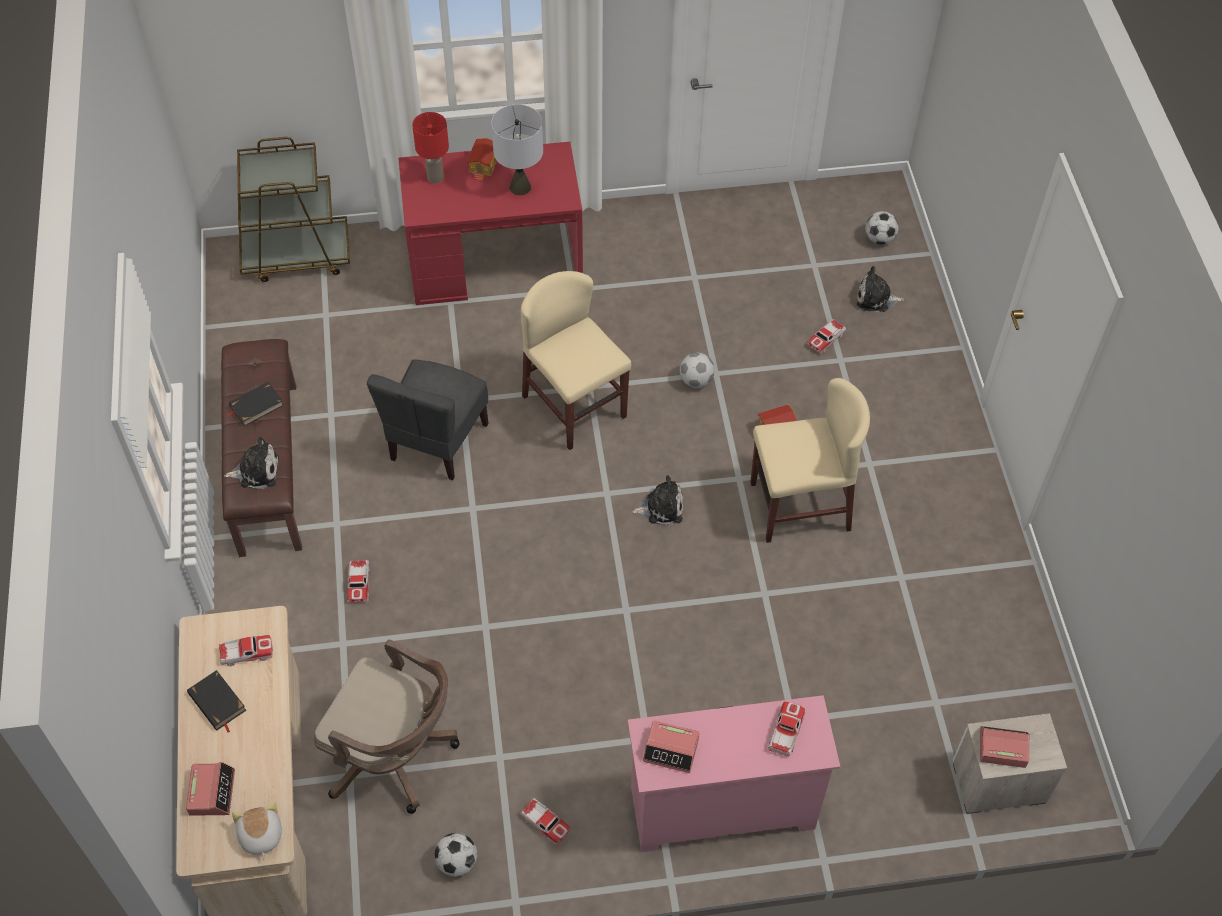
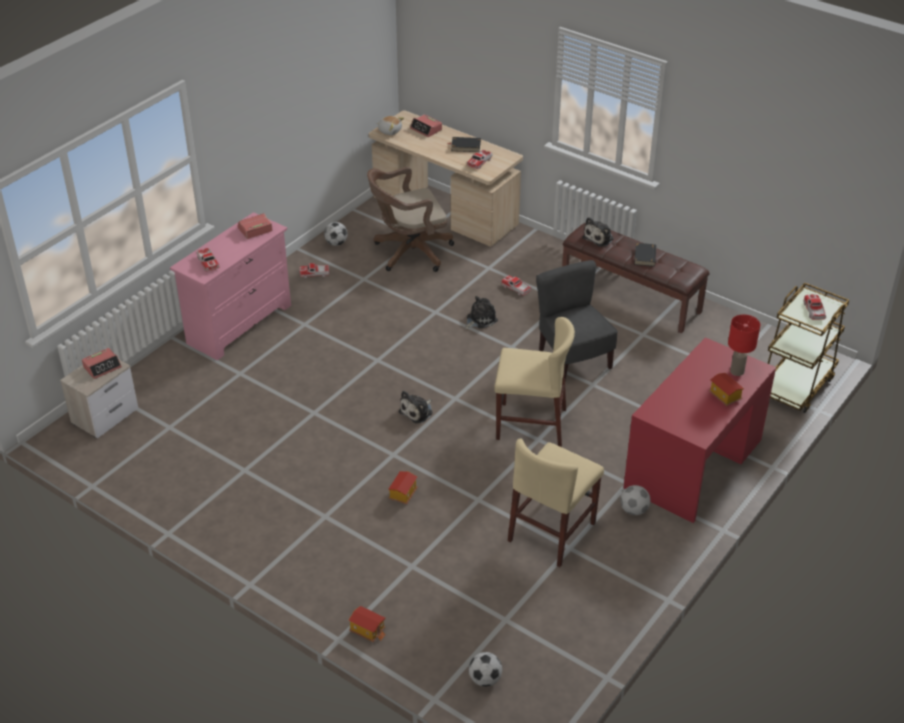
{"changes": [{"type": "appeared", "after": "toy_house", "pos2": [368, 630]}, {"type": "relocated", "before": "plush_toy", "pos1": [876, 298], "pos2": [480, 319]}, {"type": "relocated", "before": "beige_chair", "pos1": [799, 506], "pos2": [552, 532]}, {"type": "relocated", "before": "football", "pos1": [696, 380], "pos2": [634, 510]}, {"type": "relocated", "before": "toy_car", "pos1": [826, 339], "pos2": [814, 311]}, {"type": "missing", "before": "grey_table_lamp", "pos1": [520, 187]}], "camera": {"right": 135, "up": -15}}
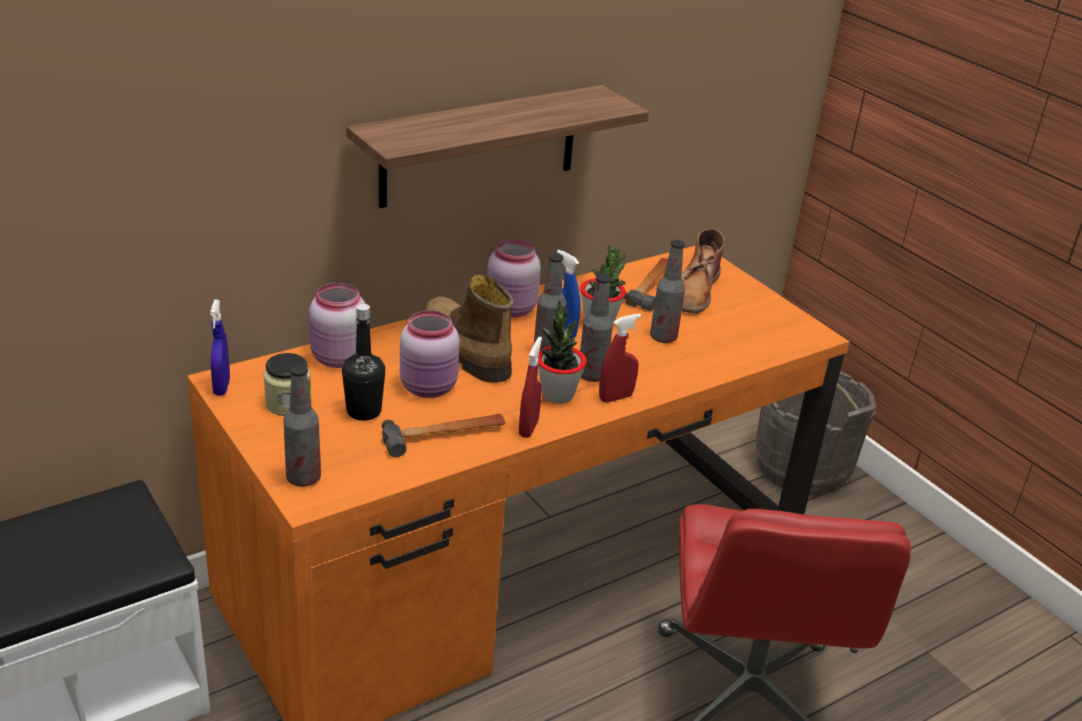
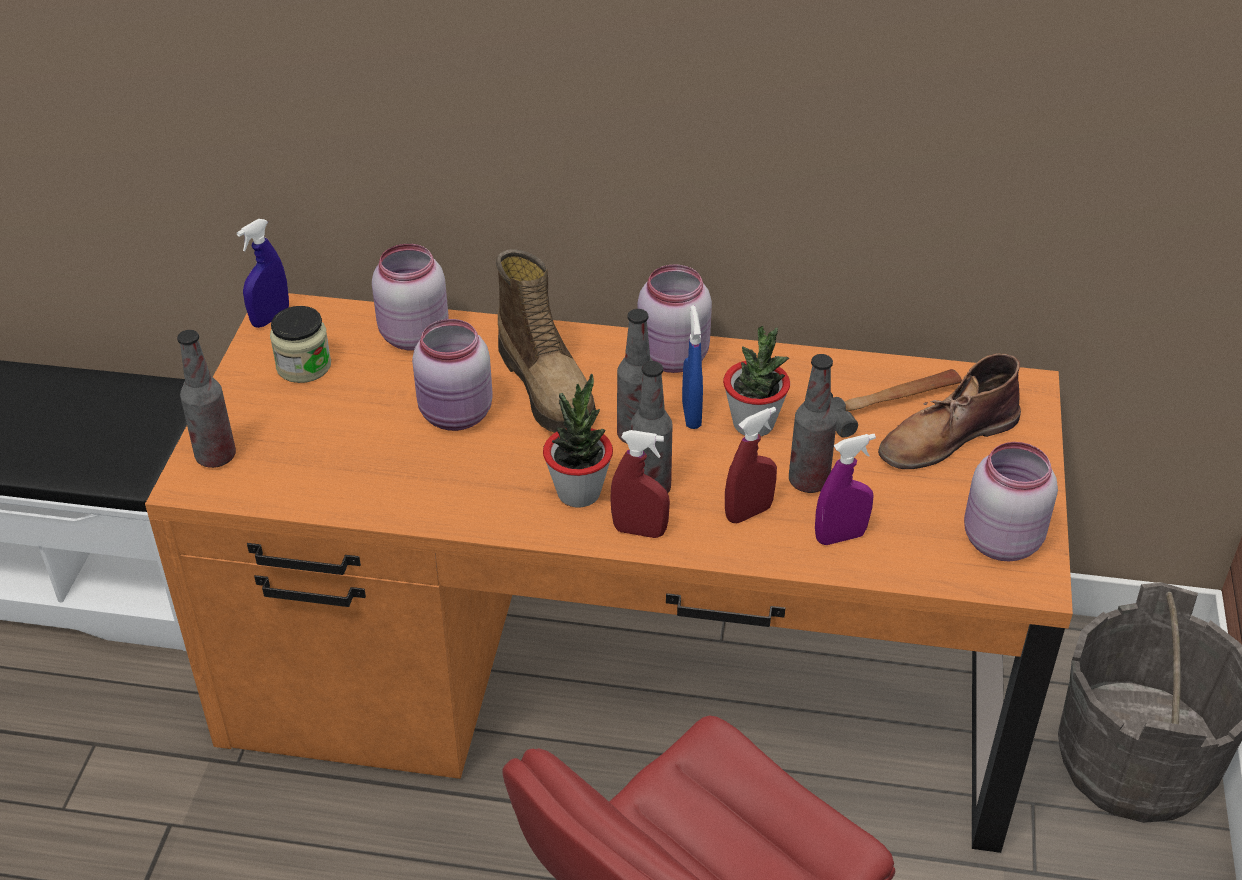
{"changes": [{"type": "spun", "before": "boot", "pos1": [462, 351], "pos2": [548, 387], "turn": 150}, {"type": "relocated", "before": "red_spray_bottle", "pos1": [528, 428], "pos2": [748, 513]}, {"type": "appeared", "after": "purple_spray_bottle", "pos2": [840, 537]}, {"type": "appeared", "after": "pink_jar", "pos2": [999, 540]}, {"type": "missing", "before": "black_bottle", "pos1": [364, 411]}, {"type": "missing", "before": "shelf", "pos1": [480, 146]}, {"type": "missing", "before": "hammer", "pos1": [444, 436]}], "camera": {"right": 45, "up": 10}}
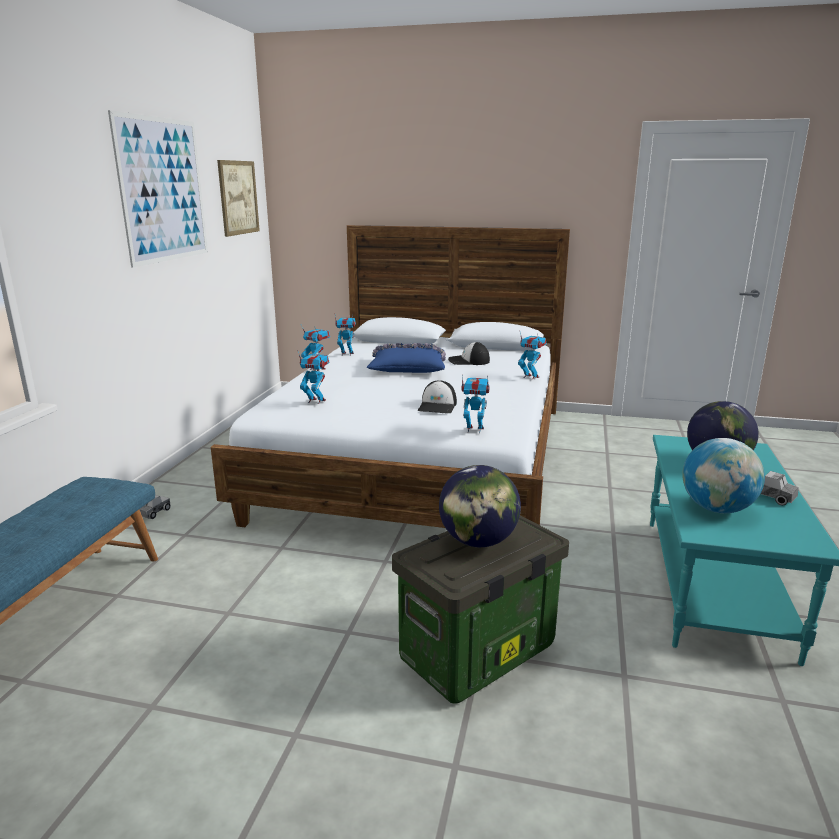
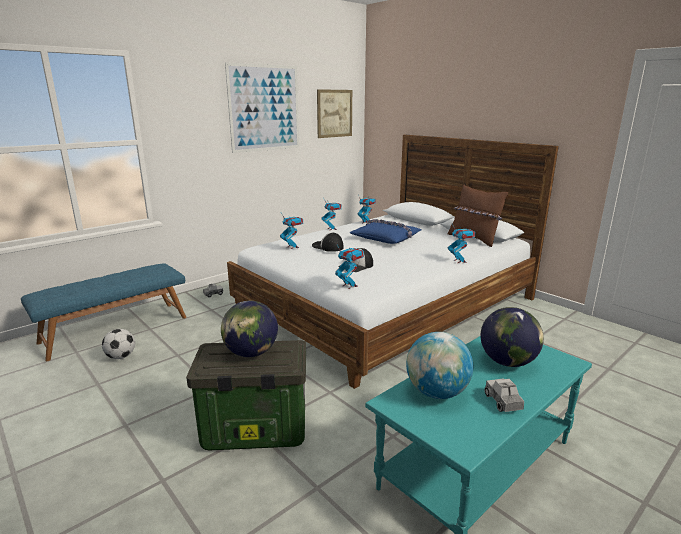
{"changes": [{"type": "appeared", "after": "football", "pos2": [121, 356]}, {"type": "relocated", "before": "cap", "pos1": [468, 361], "pos2": [327, 247]}, {"type": "appeared", "after": "brown_pillow", "pos2": [474, 239]}], "camera": {"right": 35, "up": 0}}
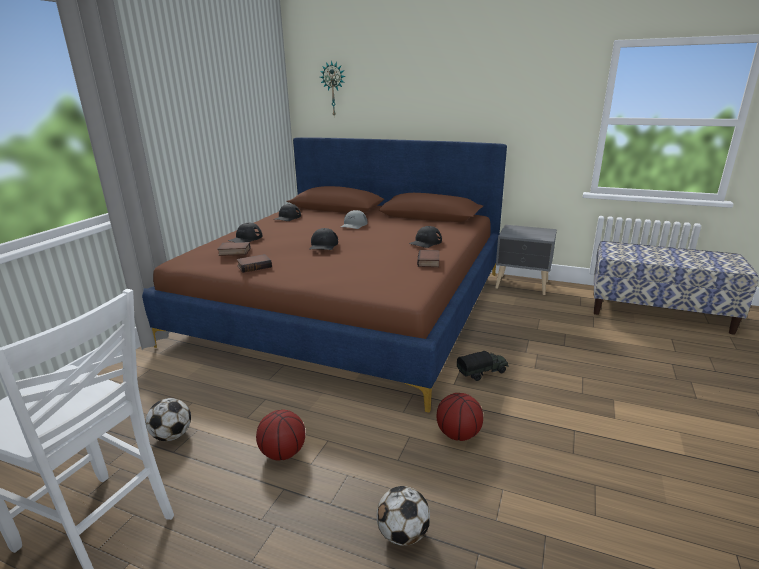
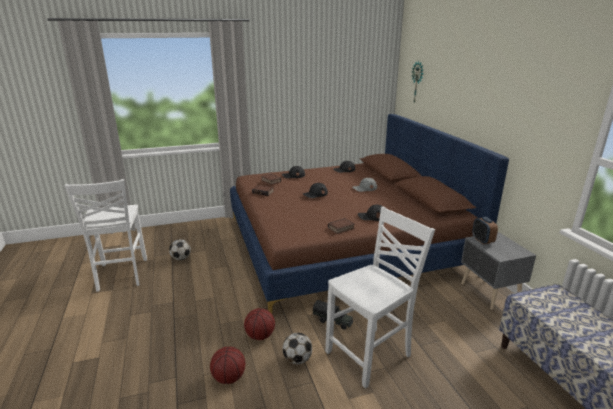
{"changes": [{"type": "relocated", "before": "basketball", "pos1": [283, 452], "pos2": [229, 377]}, {"type": "relocated", "before": "football", "pos1": [403, 534], "pos2": [297, 359]}, {"type": "appeared", "after": "white_chair", "pos2": [370, 355]}, {"type": "appeared", "after": "alarm_clock", "pos2": [482, 240]}], "camera": {"right": 50, "up": 0}}
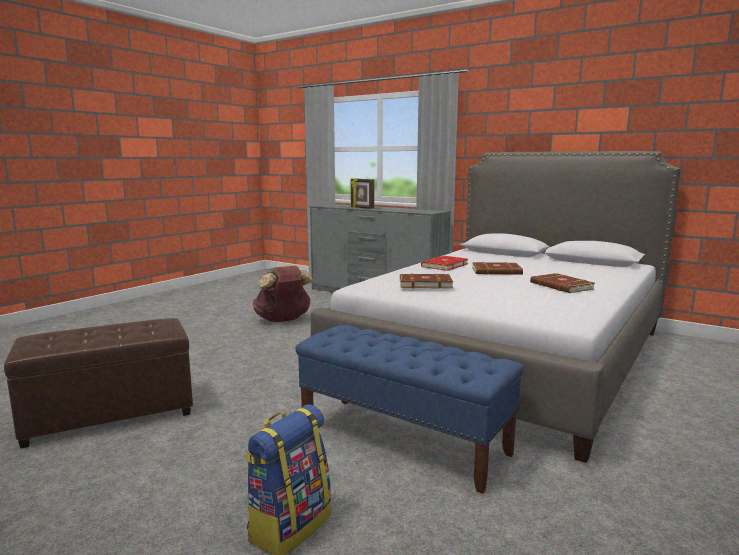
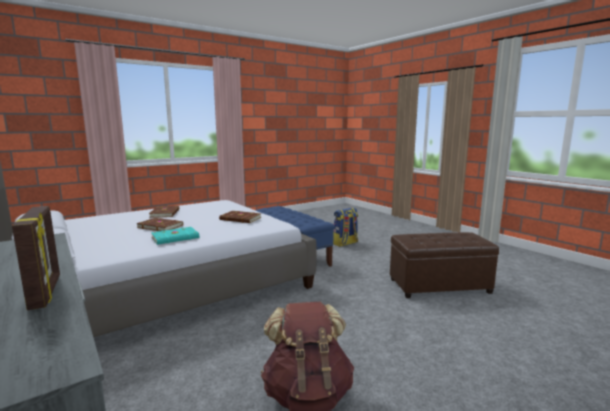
{"changes": [{"type": "colour", "before": "red_book", "after": "turquoise_book", "pos1": [444, 265], "pos2": [176, 238]}], "camera": {"right": -160, "up": 0}}
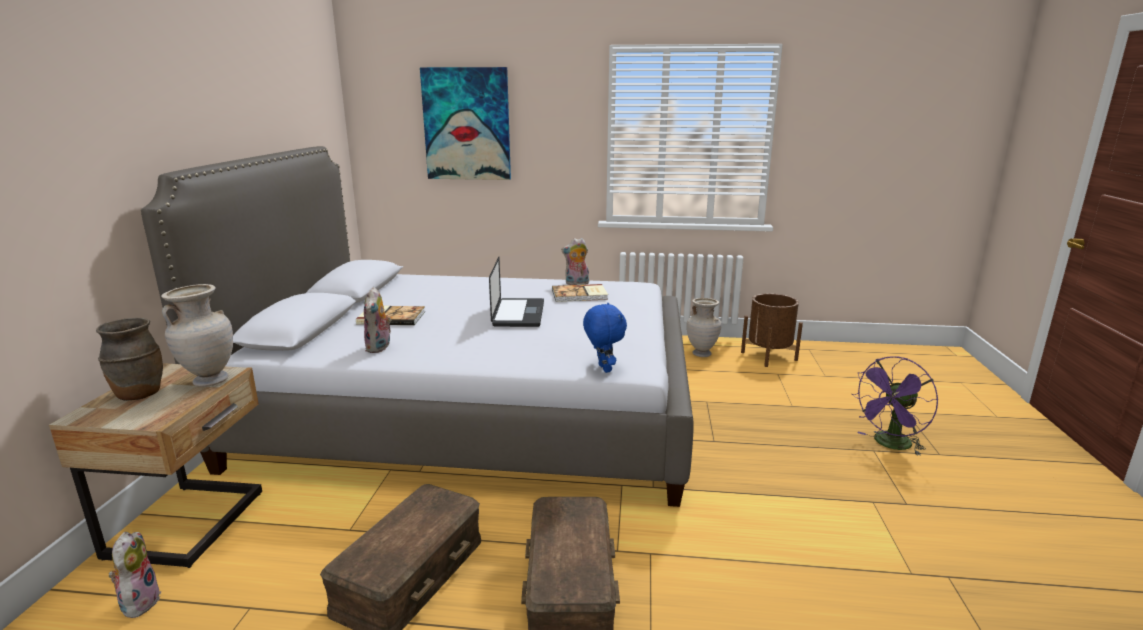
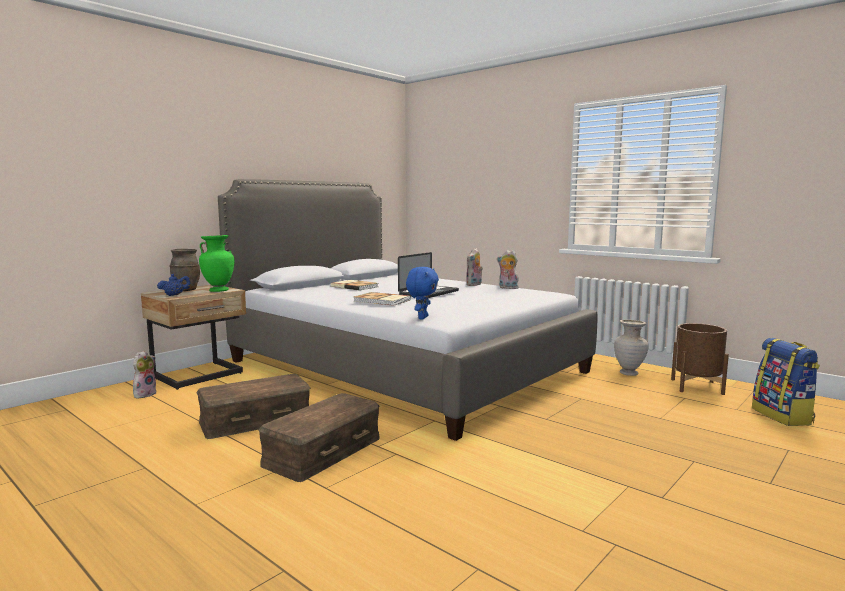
{"changes": [{"type": "appeared", "after": "blue_teapot", "pos2": [175, 295]}, {"type": "colour", "before": "beige_vase", "after": "green_vase", "pos1": [210, 381], "pos2": [219, 291]}, {"type": "relocated", "before": "book", "pos1": [580, 295], "pos2": [382, 301]}, {"type": "relocated", "before": "plush_toy", "pos1": [379, 348], "pos2": [474, 285]}, {"type": "appeared", "after": "backpack", "pos2": [783, 416]}, {"type": "missing", "before": "picture", "pos1": [467, 124]}, {"type": "missing", "before": "purple_fan", "pos1": [889, 445]}], "camera": {"right": 35, "up": -10}}
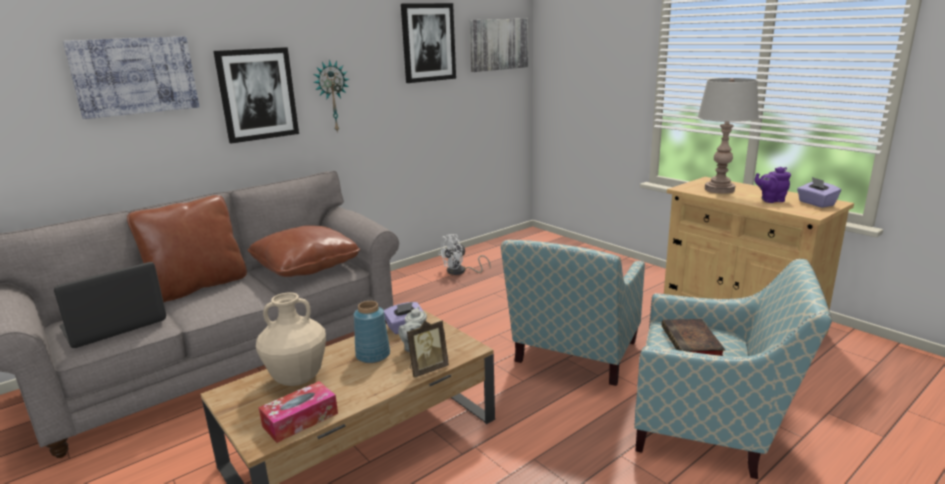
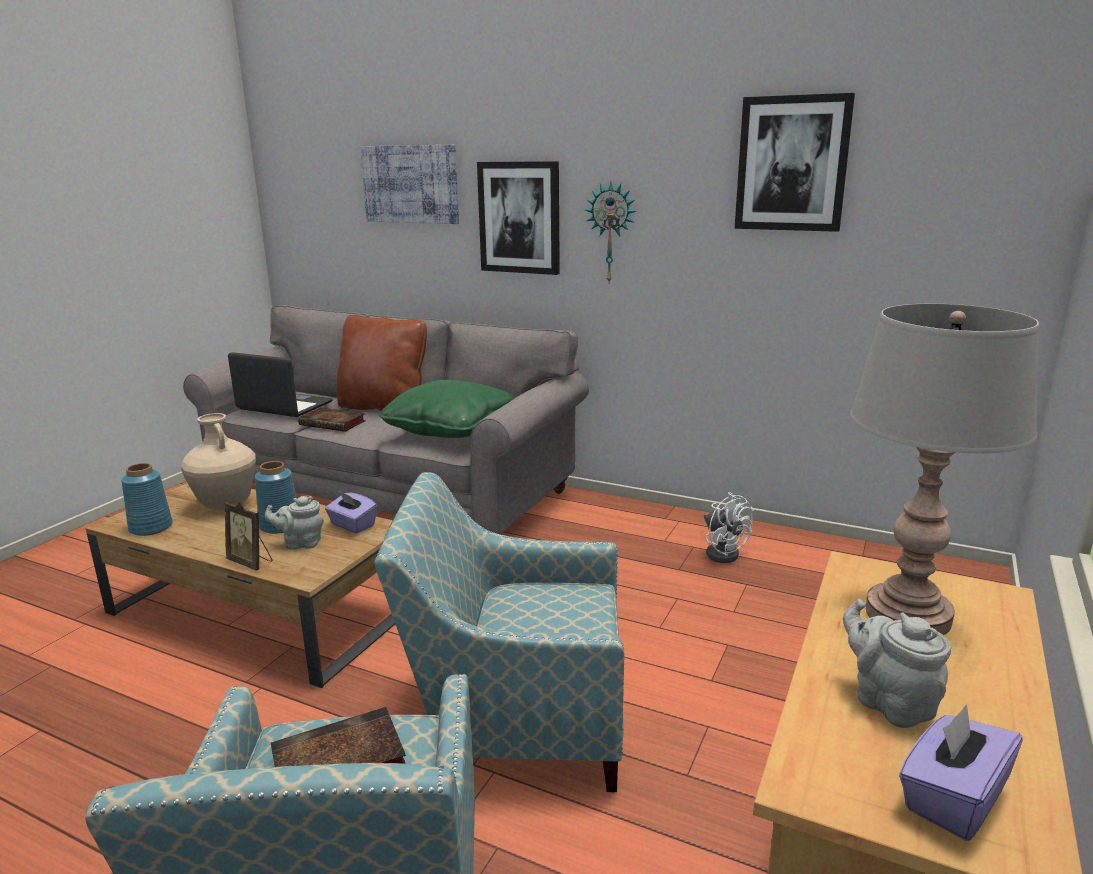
{"changes": [{"type": "exchanged", "before": "tissue_box", "after": "blue_vase", "pos1": [300, 420], "pos2": [150, 528]}, {"type": "appeared", "after": "book", "pos2": [334, 423]}, {"type": "colour", "before": "brown_pillow", "after": "green_pillow", "pos1": [306, 266], "pos2": [450, 429]}, {"type": "spun", "before": "white_fan", "pos1": [460, 271], "pos2": [722, 552], "turn": -150}, {"type": "colour", "before": "purple_teapot", "after": "grey_teapot", "pos1": [770, 200], "pos2": [889, 702]}, {"type": "missing", "before": "picture", "pos1": [498, 44]}], "camera": {"right": 65, "up": 0}}
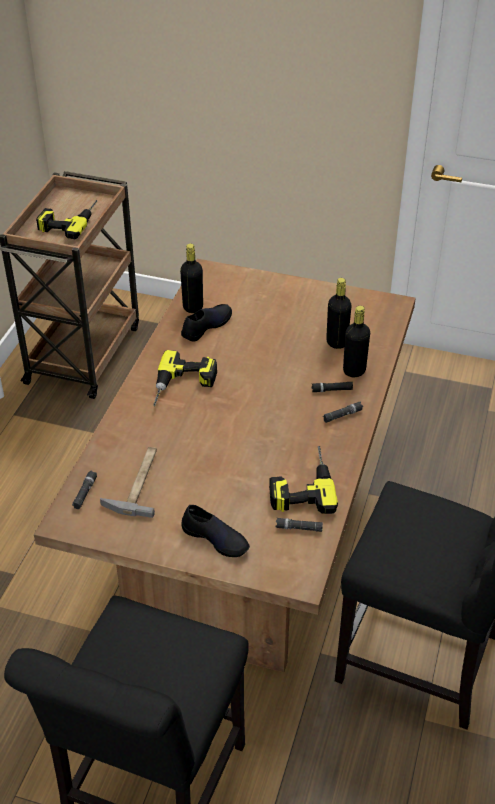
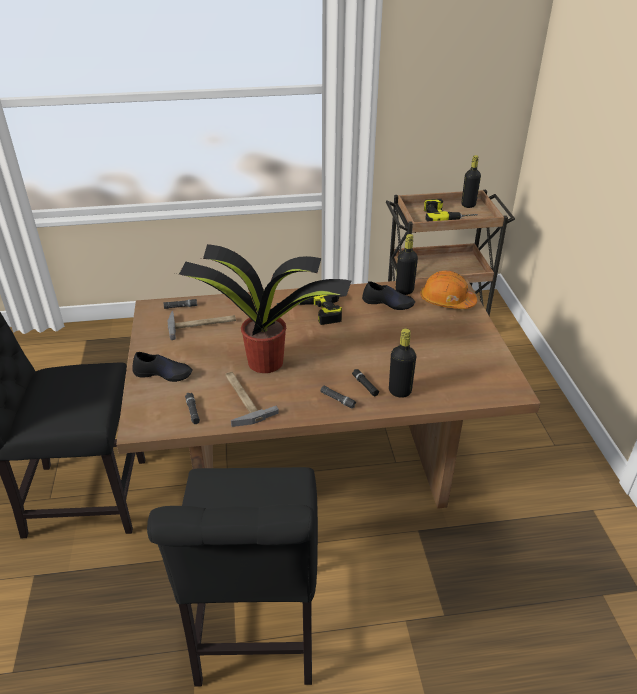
{"changes": [{"type": "spun", "before": "black_shoe", "pos1": [216, 538], "pos2": [163, 373], "turn": -90}, {"type": "appeared", "after": "potted_plant", "pos2": [263, 361]}, {"type": "exchanged", "before": "power_drill", "after": "hammer", "pos1": [301, 484], "pos2": [241, 399]}, {"type": "appeared", "after": "orange_hard_hat", "pos2": [446, 301]}, {"type": "relocated", "before": "black_bottle", "pos1": [336, 342], "pos2": [468, 205]}], "camera": {"right": 65, "up": -5}}
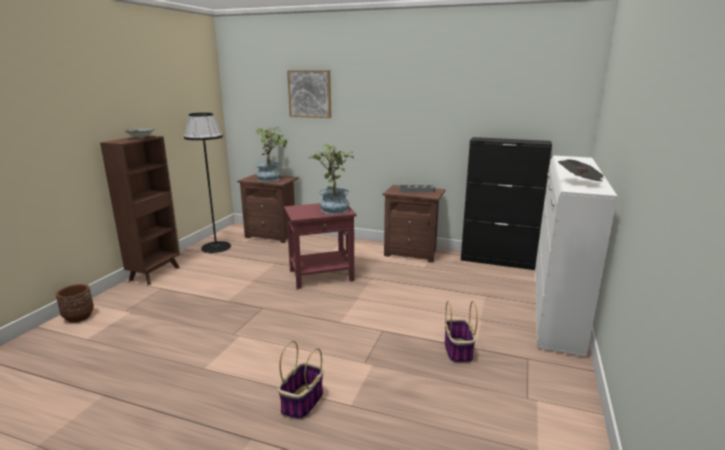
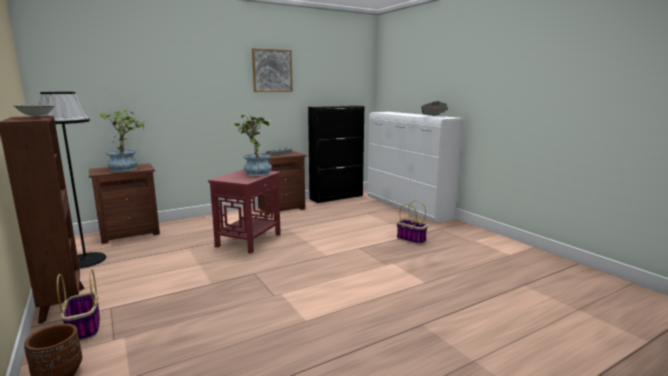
{"changes": [{"type": "relocated", "before": "basket", "pos1": [302, 403], "pos2": [84, 329]}, {"type": "relocated", "before": "picture", "pos1": [309, 94], "pos2": [272, 70]}], "camera": {"right": -50, "up": -5}}
